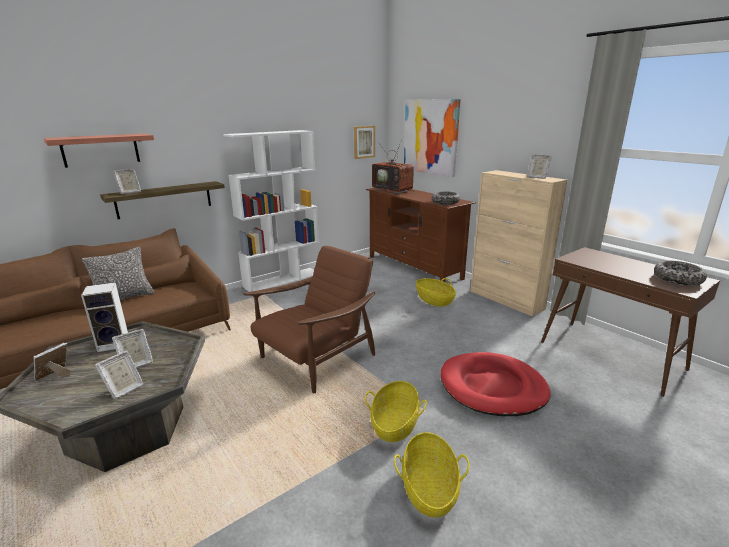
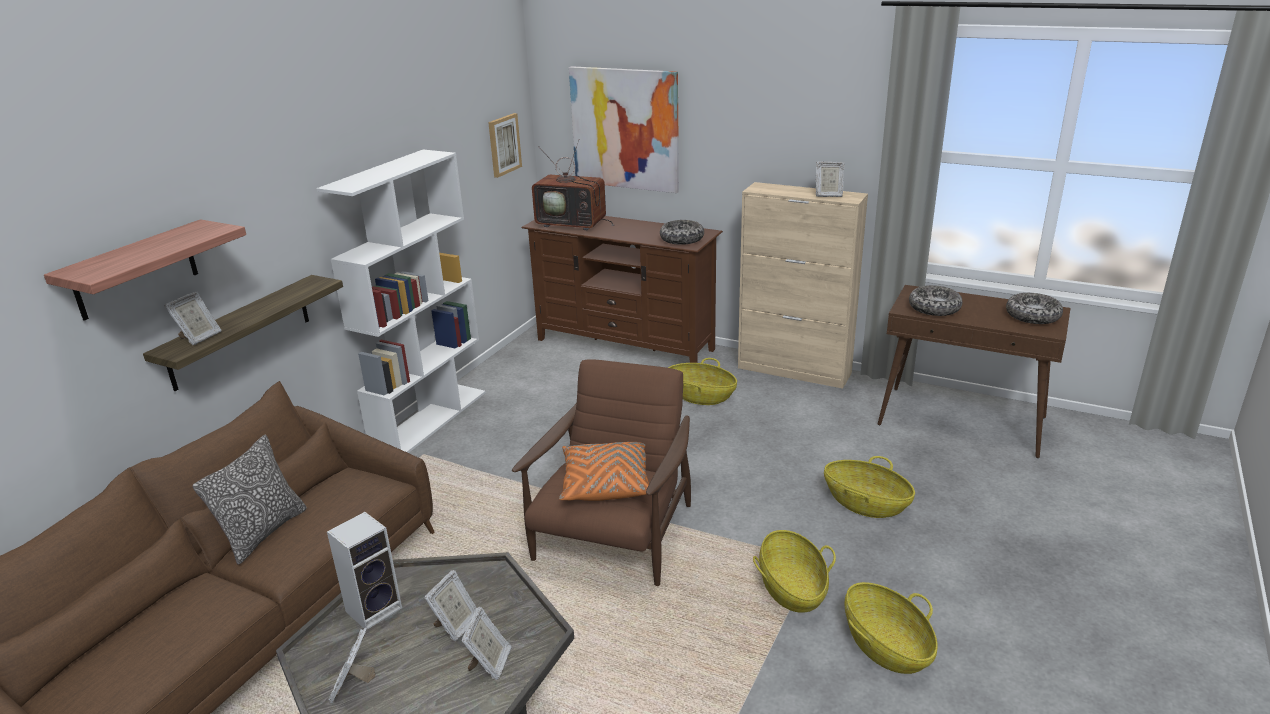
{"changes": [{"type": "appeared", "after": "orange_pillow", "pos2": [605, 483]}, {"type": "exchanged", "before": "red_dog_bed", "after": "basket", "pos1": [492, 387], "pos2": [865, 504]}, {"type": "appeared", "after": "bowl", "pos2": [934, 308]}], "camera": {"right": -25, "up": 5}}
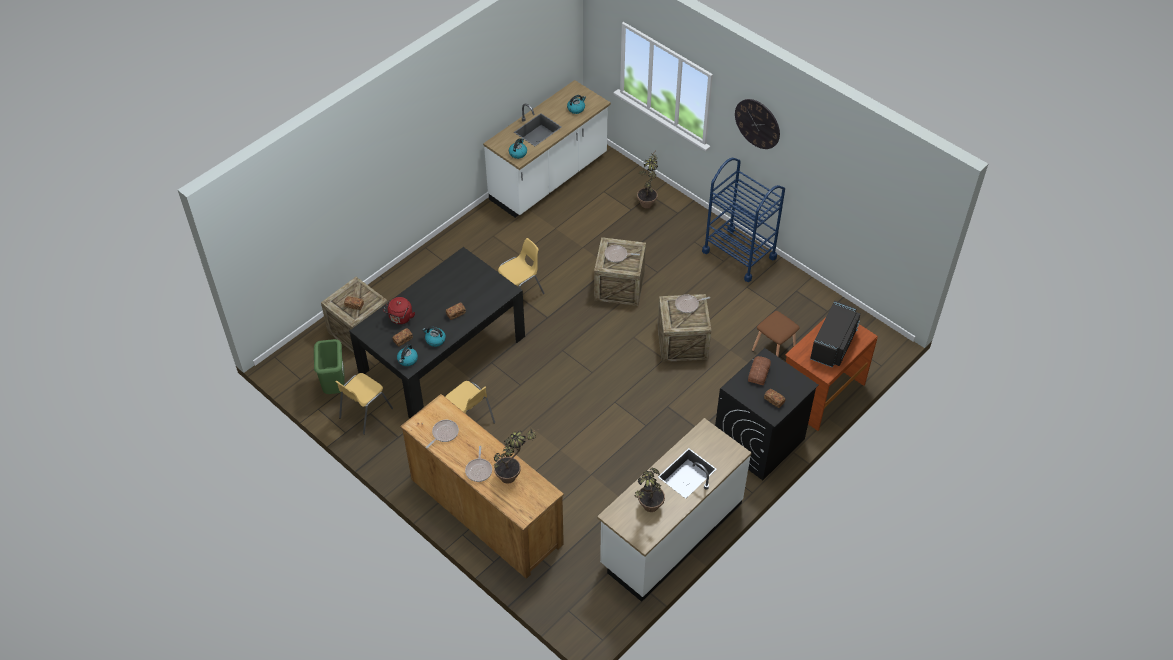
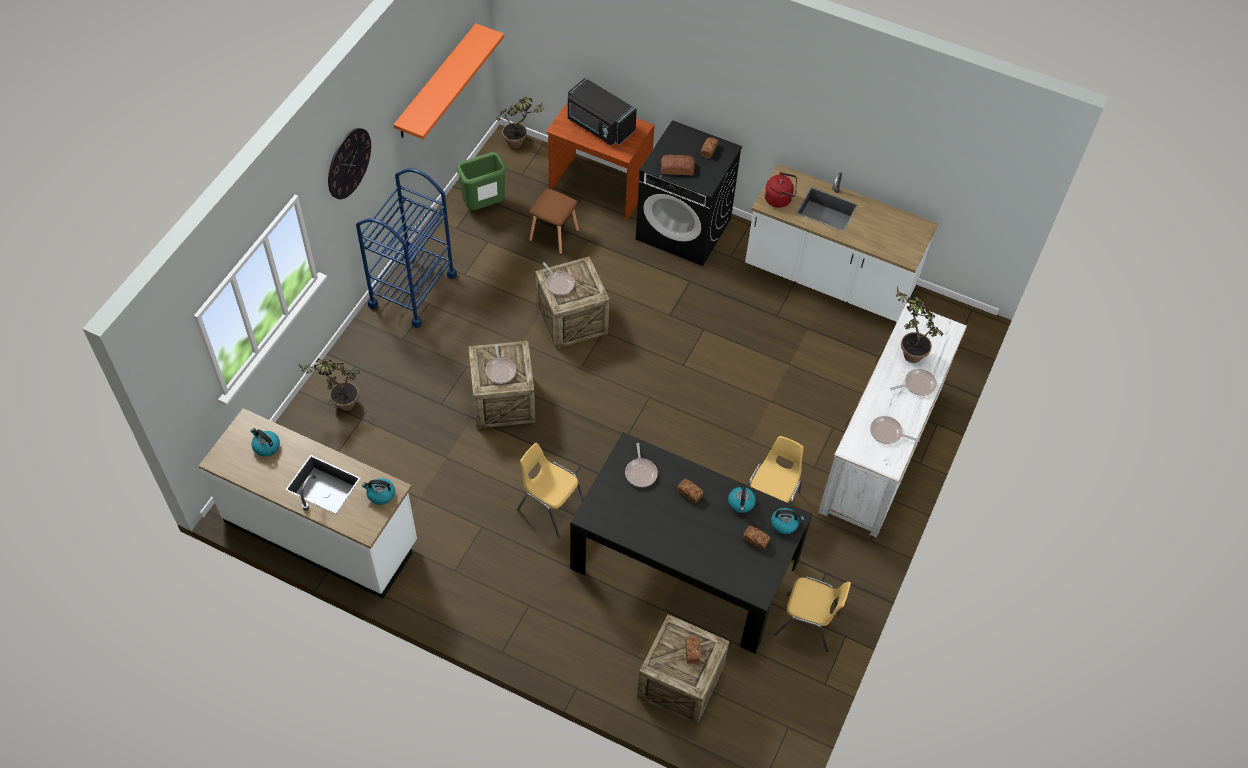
{"changes": [{"type": "appeared", "after": "orange_shelf", "pos2": [436, 82]}, {"type": "relocated", "before": "green_trash_can", "pos1": [334, 386], "pos2": [484, 206]}, {"type": "relocated", "before": "potted_plant", "pos1": [647, 510], "pos2": [520, 144]}, {"type": "spun", "before": "black_microwave", "pos1": [834, 345], "pos2": [599, 126], "turn": -150}, {"type": "appeared", "after": "frying_pan", "pos2": [641, 472]}, {"type": "relocated", "before": "red_kettle", "pos1": [400, 318], "pos2": [780, 199]}, {"type": "colour", "before": "brown_dresser", "after": "white_dresser", "pos1": [486, 511], "pos2": [881, 449]}], "camera": {"right": -110, "up": 5}}
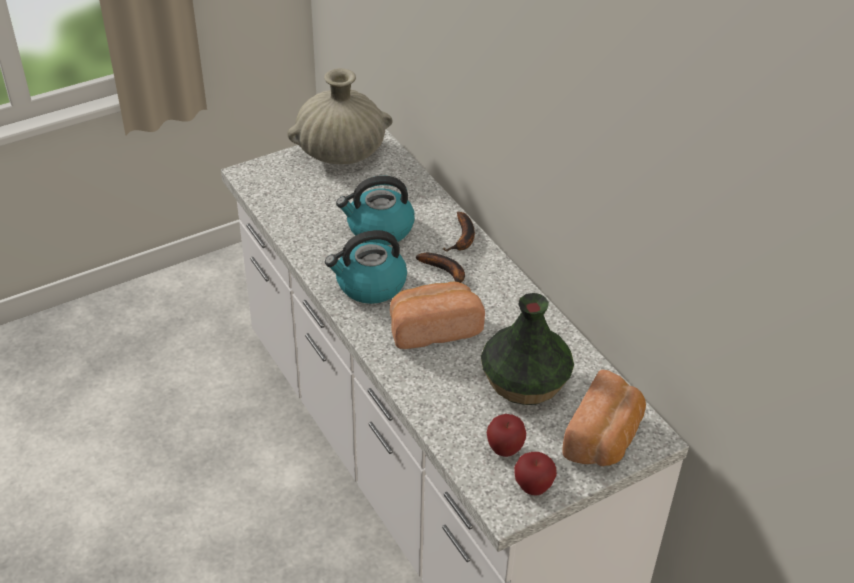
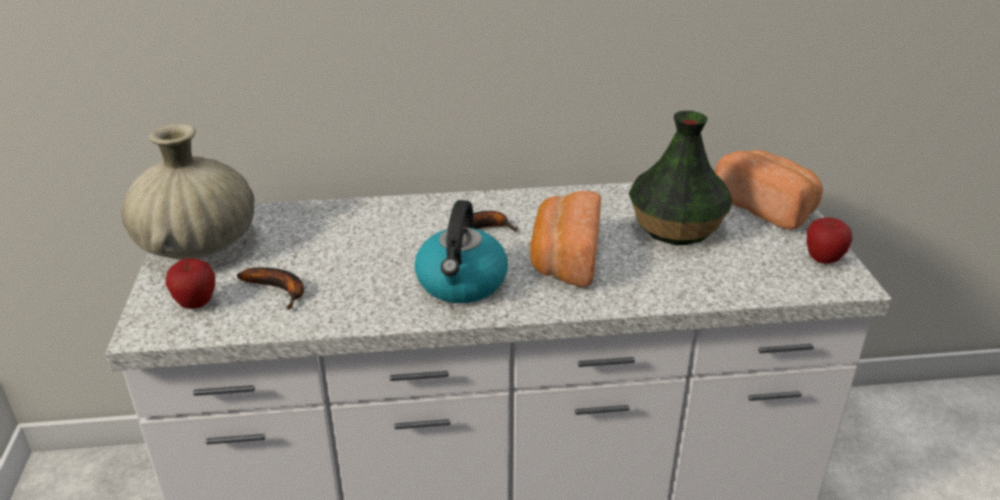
{"changes": [{"type": "relocated", "before": "apple", "pos1": [504, 449], "pos2": [196, 304]}, {"type": "relocated", "before": "banana", "pos1": [463, 238], "pos2": [279, 290]}, {"type": "missing", "before": "kettle", "pos1": [379, 229]}], "camera": {"right": -65, "up": -10}}
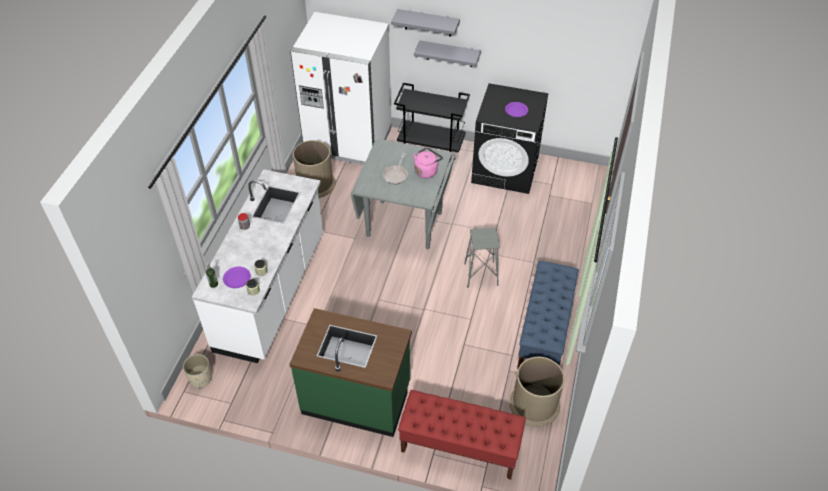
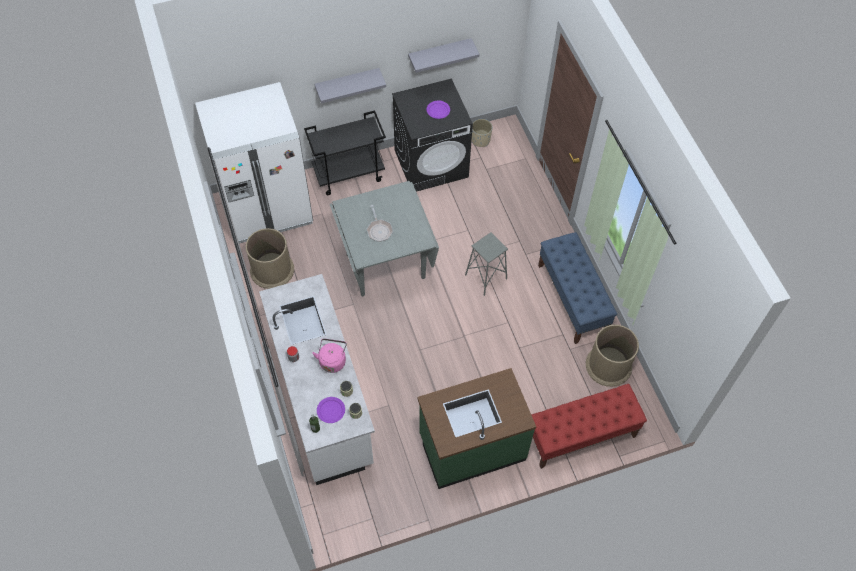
{"changes": [{"type": "relocated", "before": "pink_kettle", "pos1": [426, 171], "pos2": [332, 360]}, {"type": "relocated", "before": "grey_shelf", "pos1": [428, 23], "pos2": [439, 53]}, {"type": "relocated", "before": "beige_planter", "pos1": [200, 378], "pos2": [480, 140]}], "camera": {"right": -35, "up": 10}}
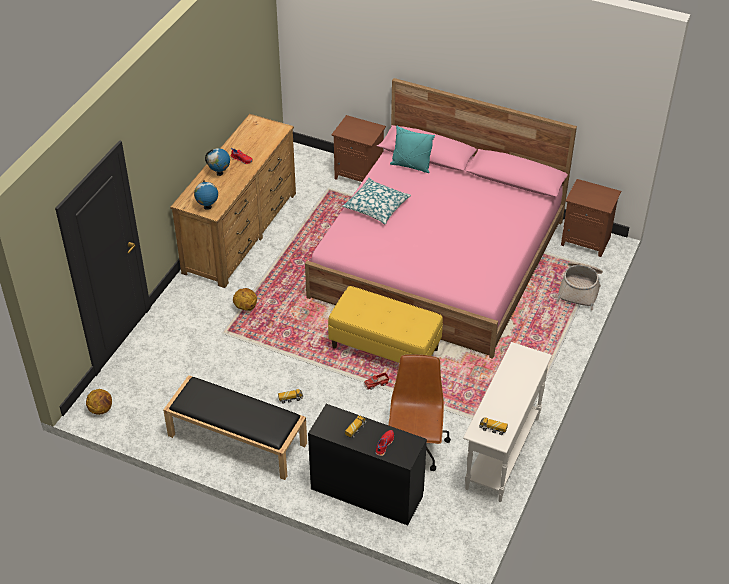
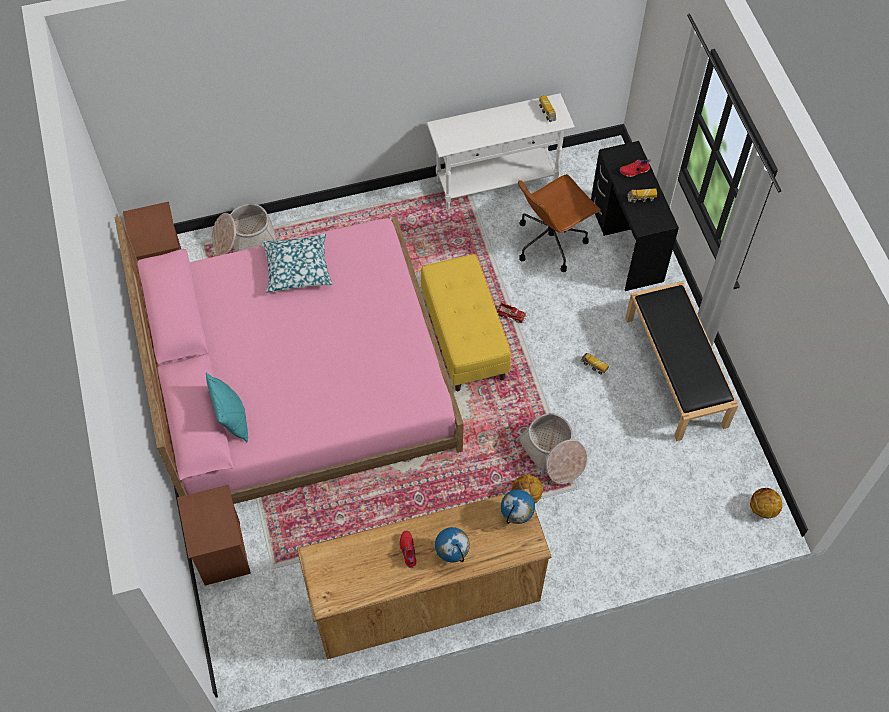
{"changes": [{"type": "relocated", "before": "pillow", "pos1": [376, 206], "pos2": [297, 268]}, {"type": "appeared", "after": "basket", "pos2": [553, 454]}], "camera": {"right": -130, "up": 15}}
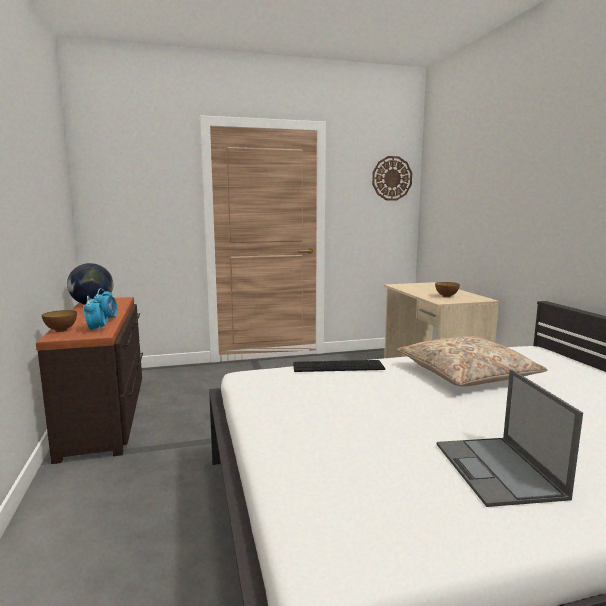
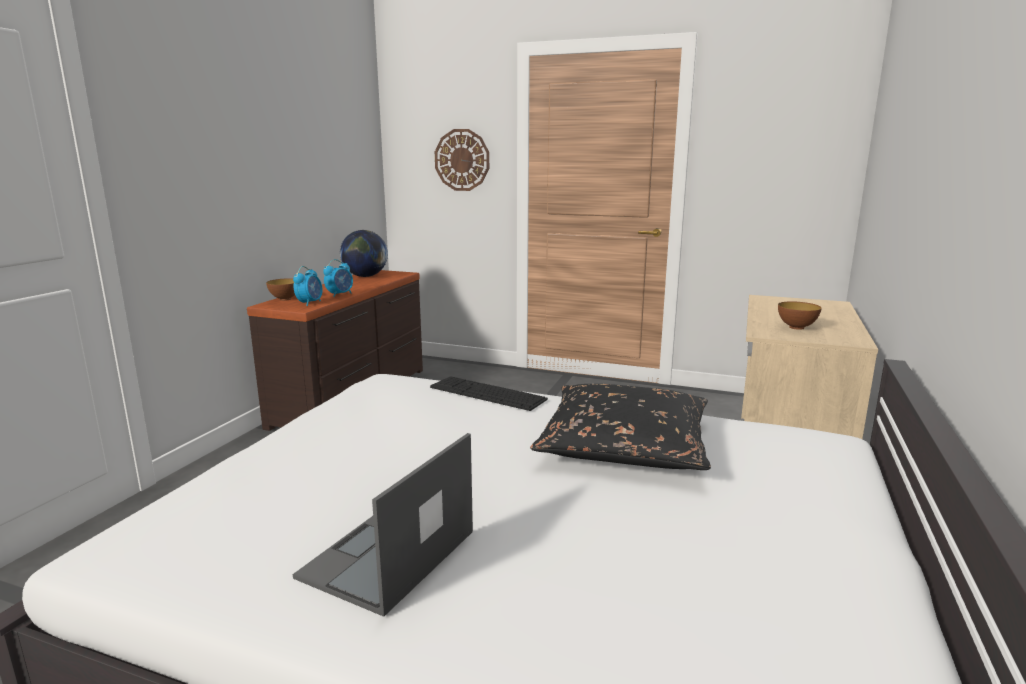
{"changes": [{"type": "relocated", "before": "wall_clock", "pos1": [392, 178], "pos2": [462, 160]}, {"type": "colour", "before": "beige_pillow", "after": "black_pillow", "pos1": [466, 374], "pos2": [624, 445]}], "camera": {"right": 35, "up": 5}}
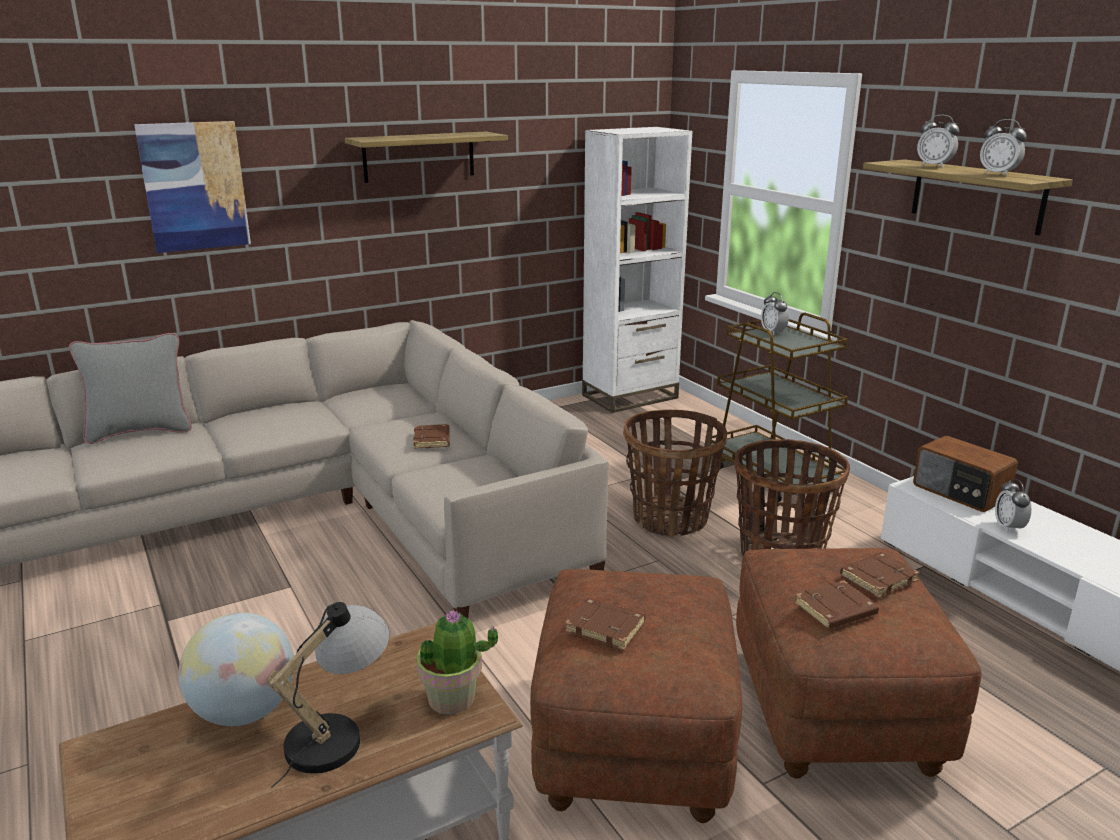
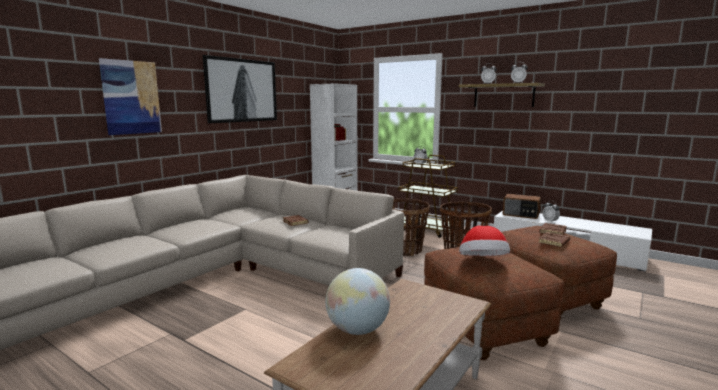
{"changes": [{"type": "exchanged", "before": "shelf", "after": "picture", "pos1": [419, 156], "pos2": [241, 90]}, {"type": "exchanged", "before": "brown_book", "after": "hat", "pos1": [606, 628], "pos2": [482, 262]}, {"type": "missing", "before": "grey_pillow", "pos1": [140, 431]}, {"type": "missing", "before": "table_lamp", "pos1": [338, 733]}, {"type": "missing", "before": "potted_plant", "pos1": [452, 699]}], "camera": {"right": -25, "up": -10}}
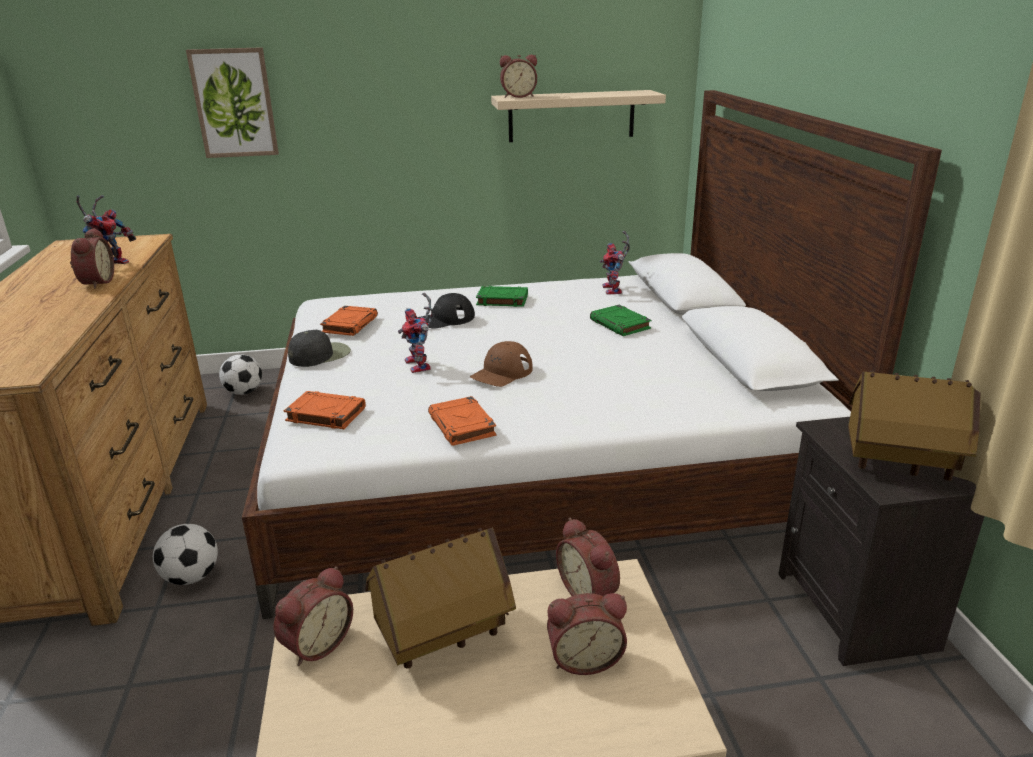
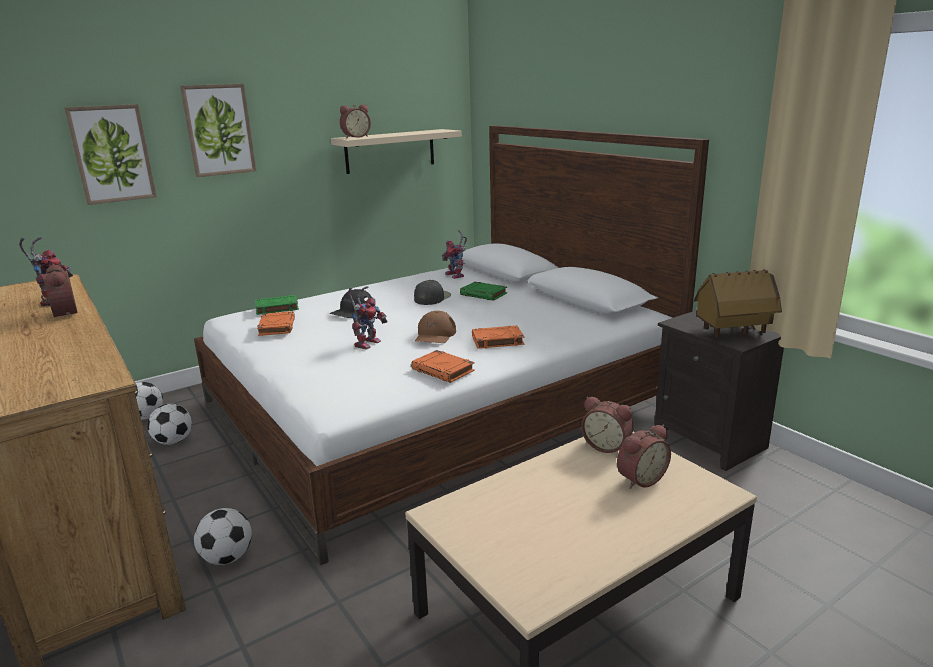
{"changes": [{"type": "appeared", "after": "football", "pos2": [173, 441]}, {"type": "appeared", "after": "picture", "pos2": [219, 130]}, {"type": "relocated", "before": "green_book", "pos1": [501, 300], "pos2": [276, 308]}, {"type": "spun", "before": "toy_robot", "pos1": [421, 366], "pos2": [367, 343], "turn": -105}, {"type": "relocated", "before": "black_cap", "pos1": [320, 355], "pos2": [432, 298]}, {"type": "relocated", "before": "orange_book", "pos1": [325, 414], "pos2": [497, 341]}, {"type": "missing", "before": "alarm_clock", "pos1": [316, 643]}, {"type": "missing", "before": "toy_house", "pos1": [443, 637]}], "camera": {"right": -25, "up": -5}}
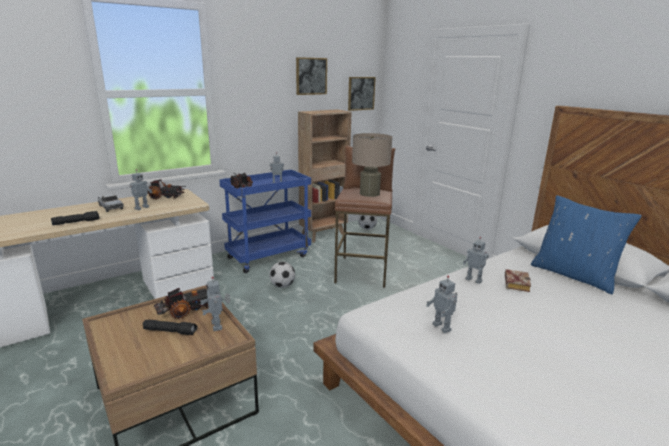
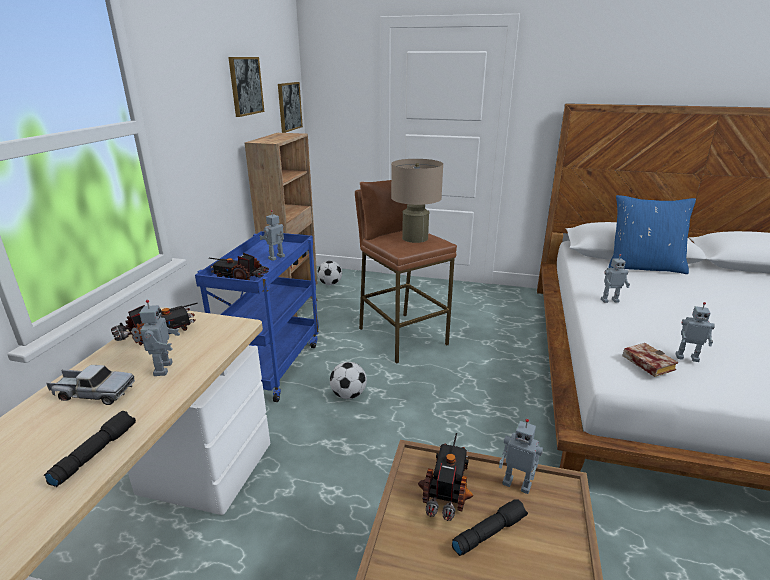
{"changes": [{"type": "relocated", "before": "book", "pos1": [515, 283], "pos2": [645, 363]}], "camera": {"right": -40, "up": 5}}
